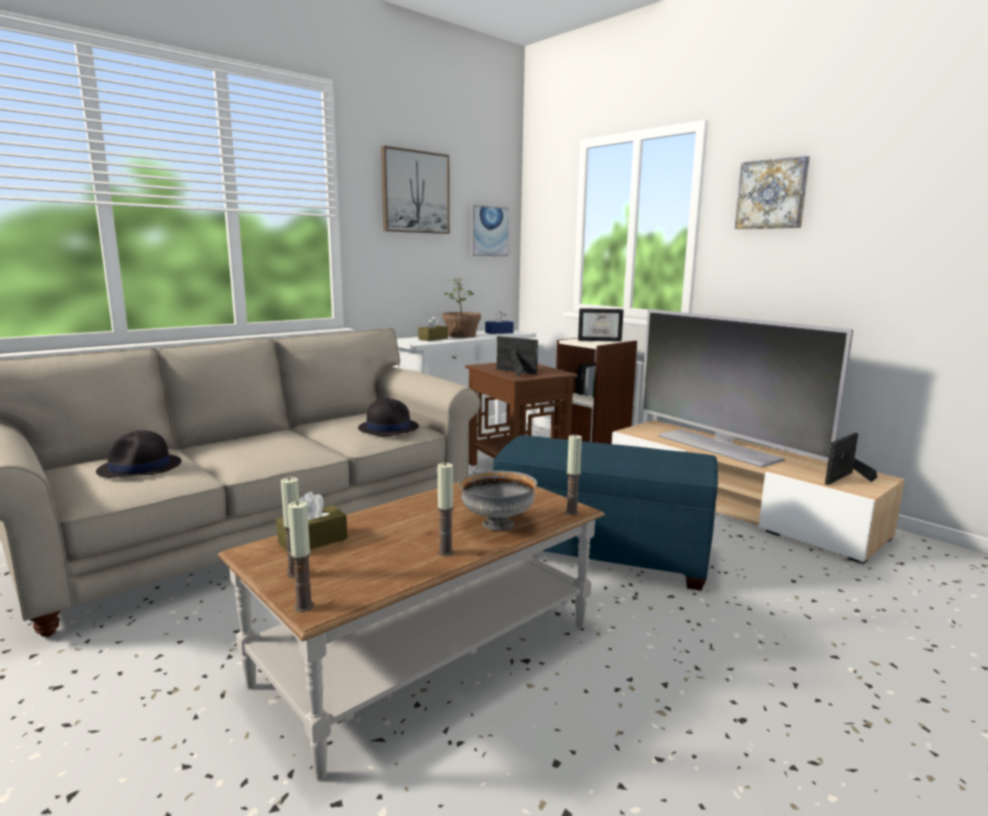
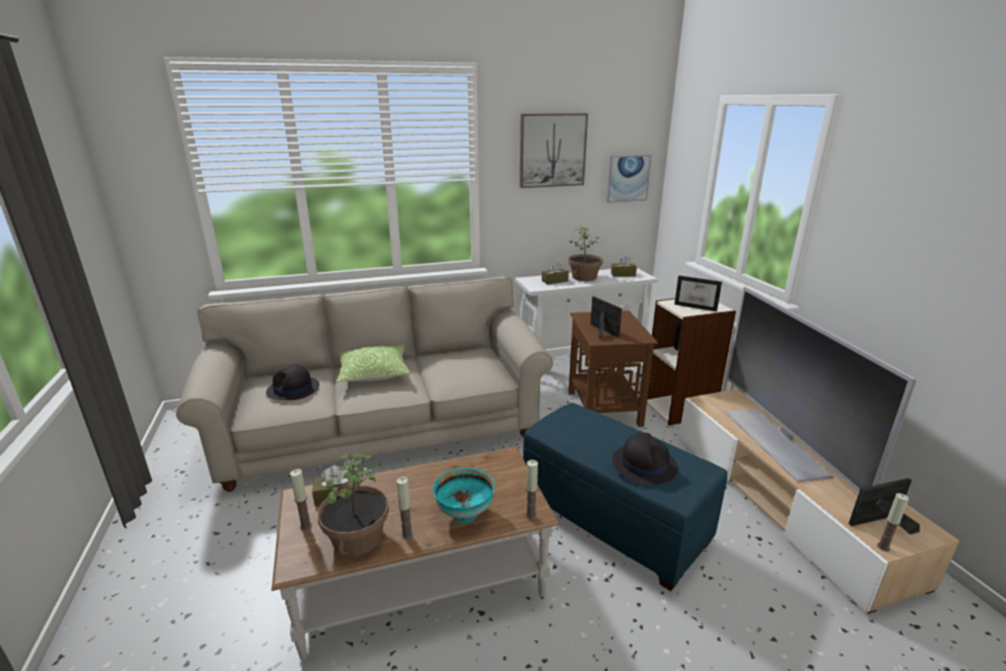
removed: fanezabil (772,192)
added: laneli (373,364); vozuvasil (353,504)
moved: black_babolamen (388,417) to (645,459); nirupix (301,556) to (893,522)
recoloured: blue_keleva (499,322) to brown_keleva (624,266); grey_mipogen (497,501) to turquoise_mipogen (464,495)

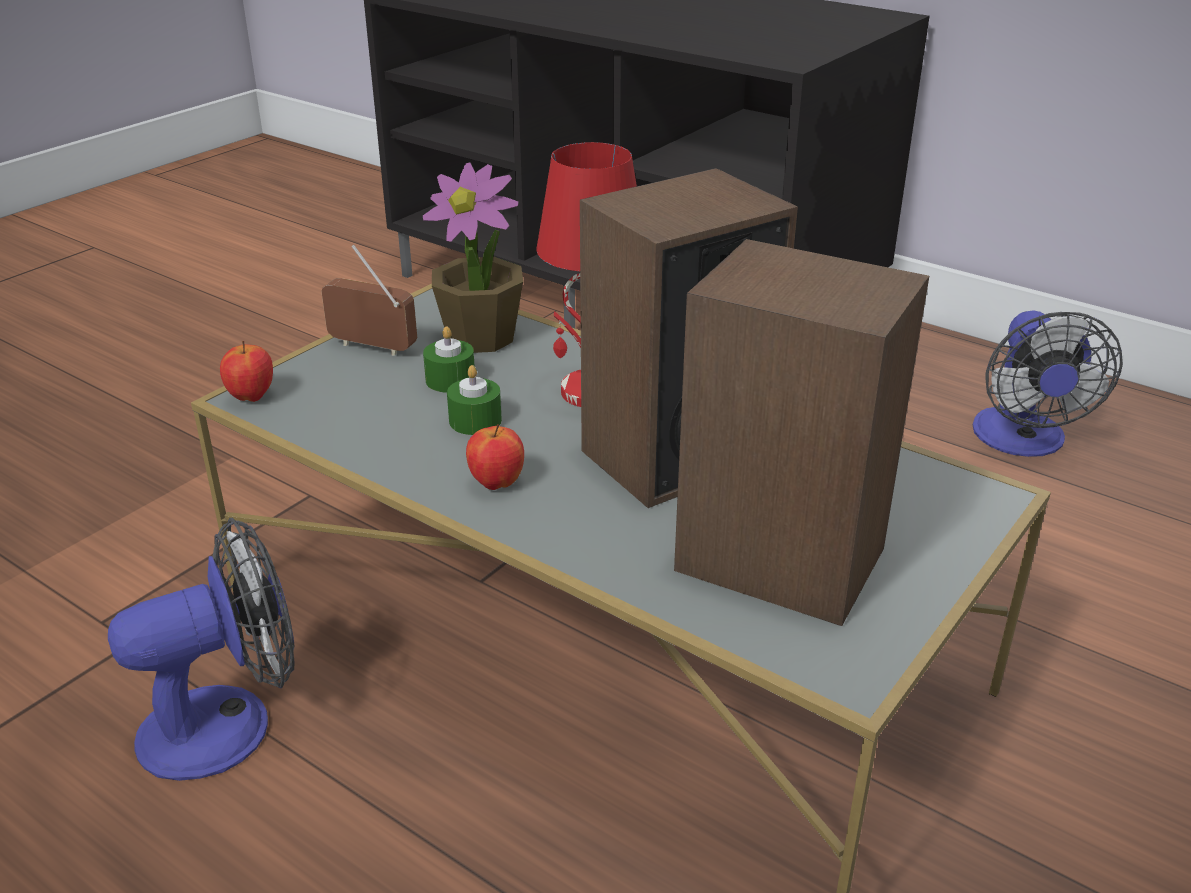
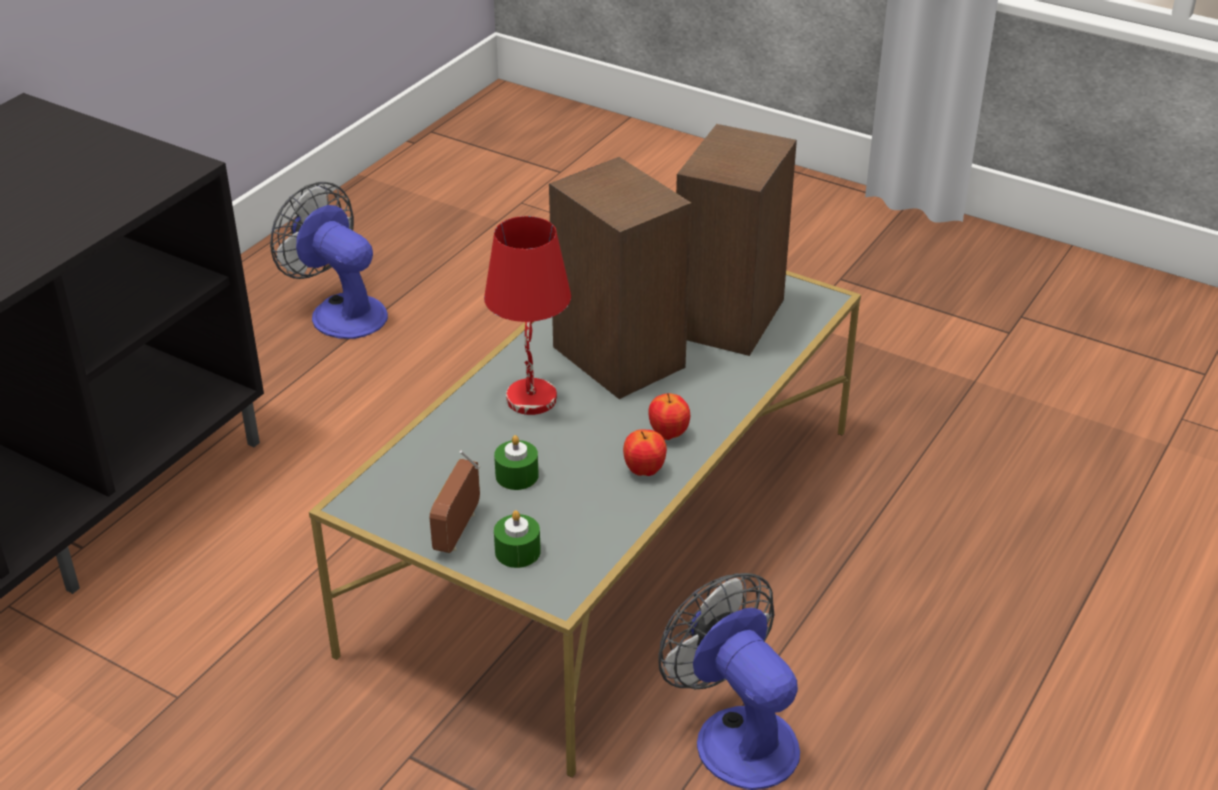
removed: vozuvasil (473,258)
moved: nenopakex (246,371) to (645,452); green_nirupix (474,400) to (517,539)
turned: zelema (1048,383) = (329,260) 135 degrees counterclockwise

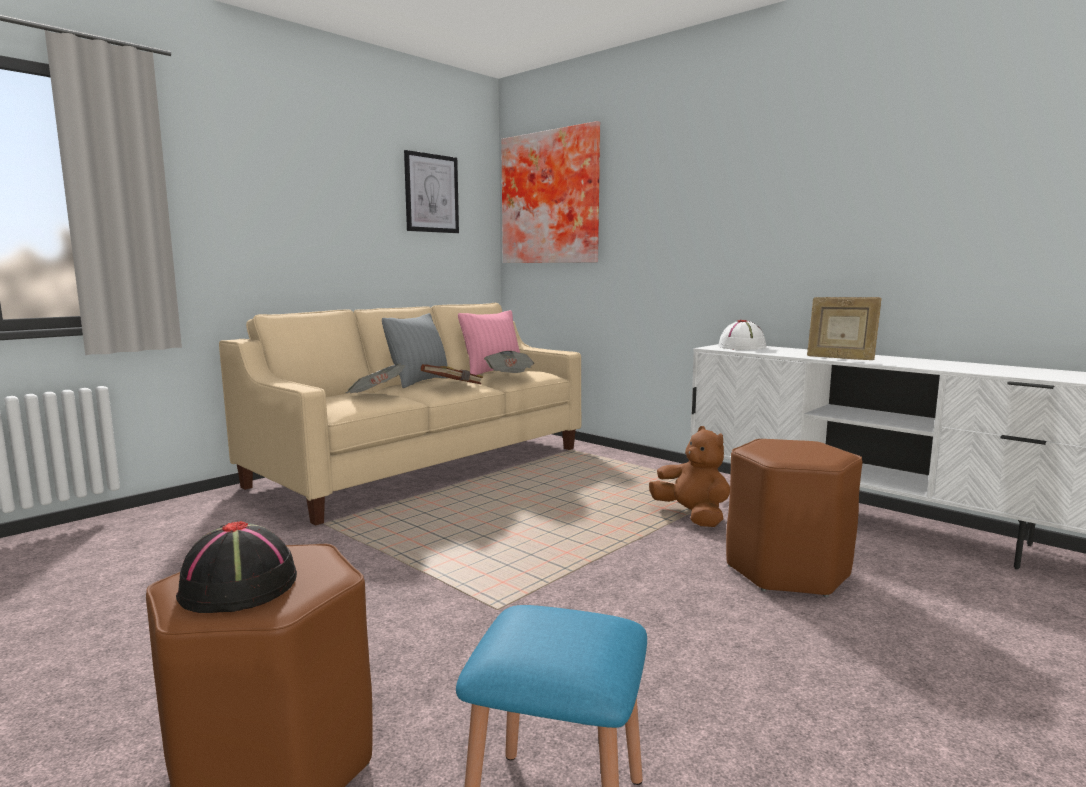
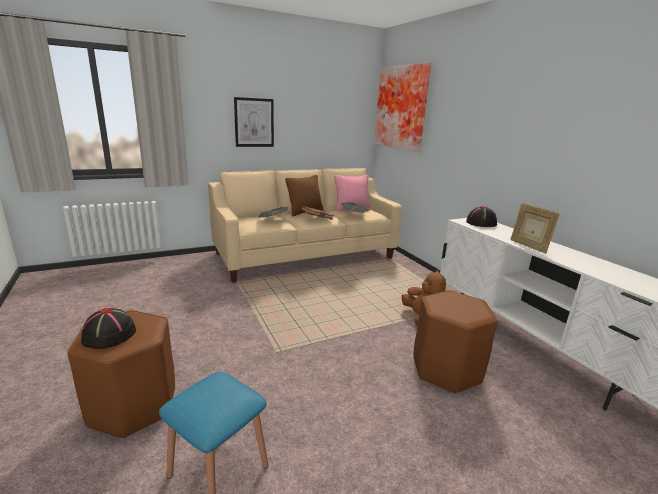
moved: fanezabil (431,191) to (254,122)
recoloured: grey_laneli (415,350) to brown_laneli (304,195); white_babolamen (742,334) to black_babolamen (481,216)

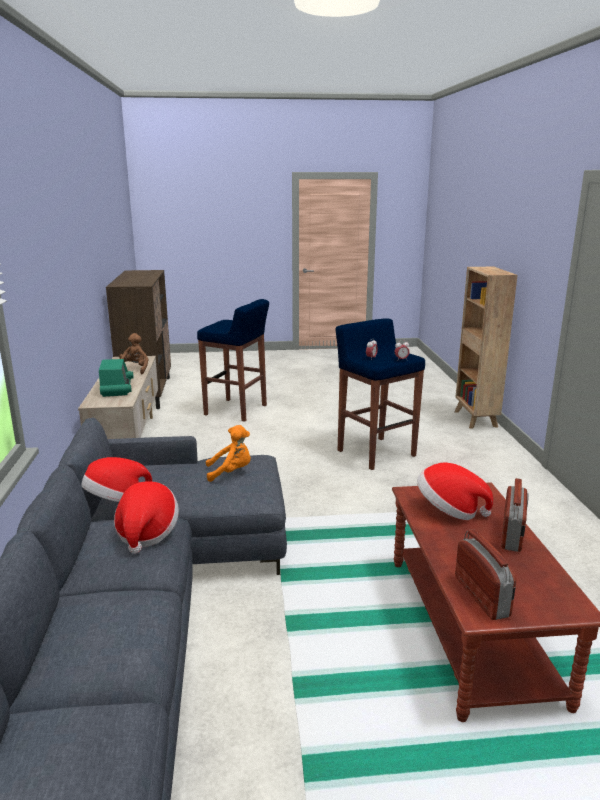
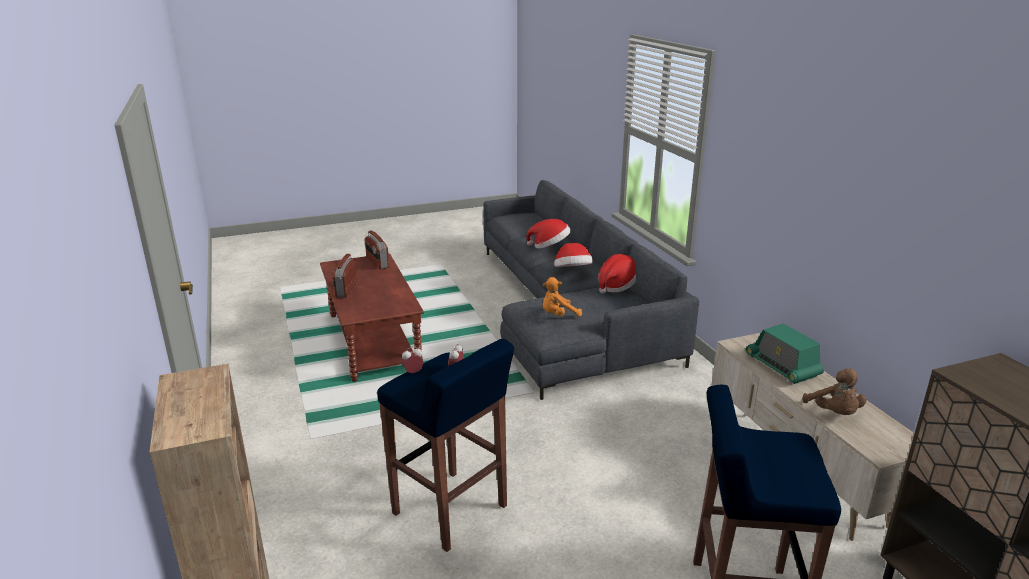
moved: babolamen (455,491) to (548,234)

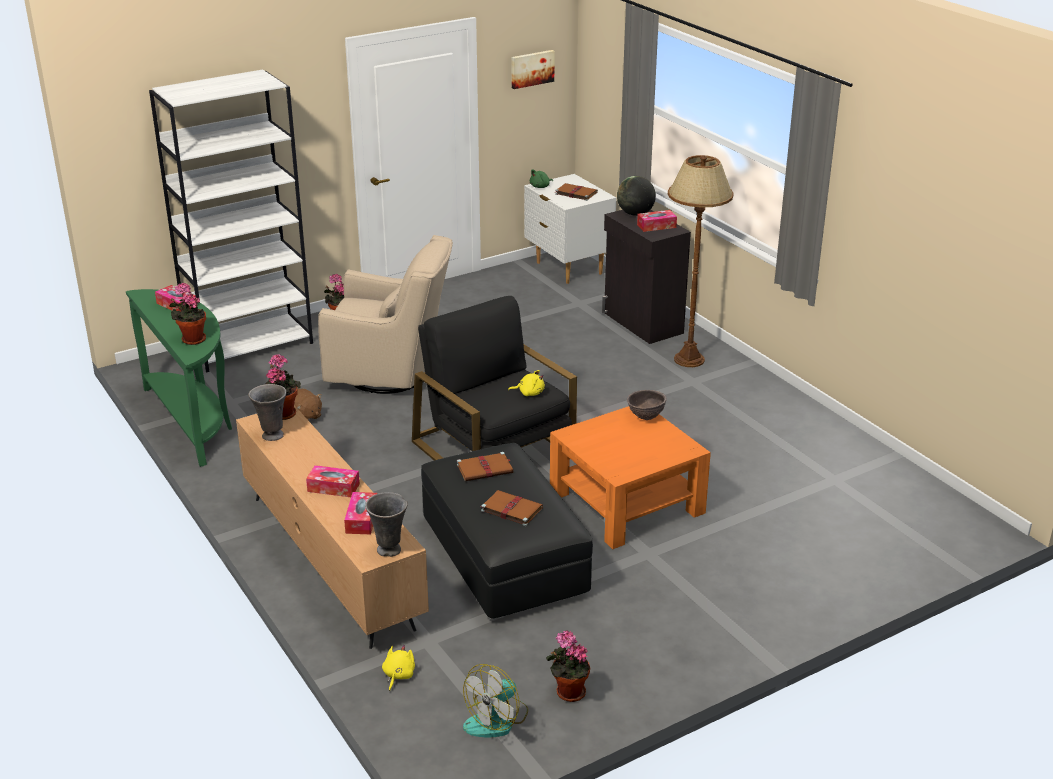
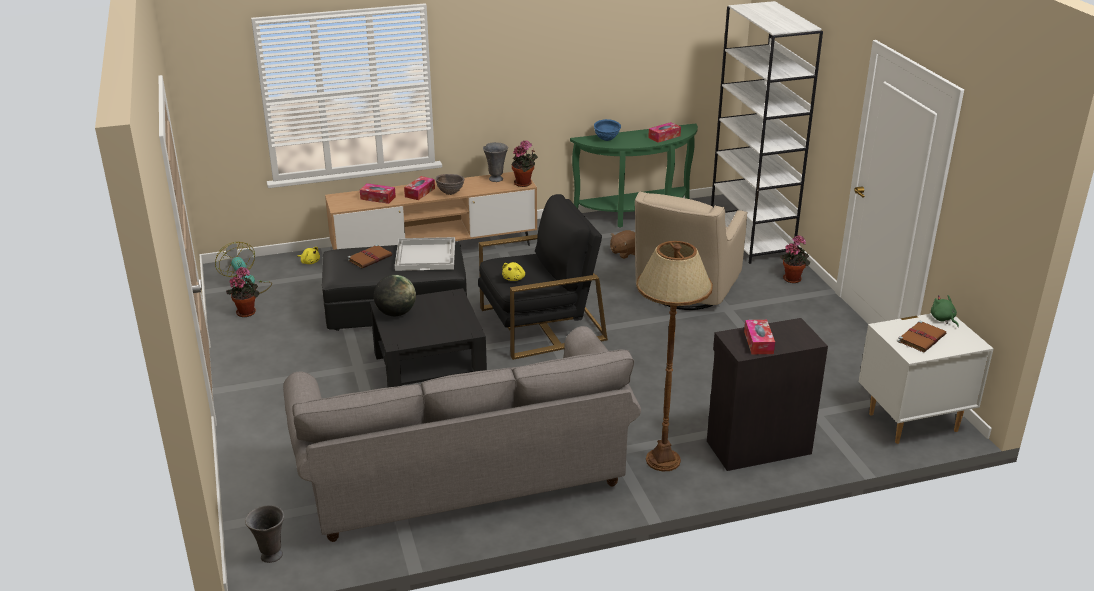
removed: fanezabil (533,69)
added: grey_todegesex (462,434)
moved: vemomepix (636,196) to (395,295); brown_mipogen (647,405) to (450,184); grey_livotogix (386,524) to (264,534)
replaced: vozuvasil (187,314) to blue_mipogen (607,130); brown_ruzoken (485,466) to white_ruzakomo (425,254)
recoloured: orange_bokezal (630,477) to black_bokezal (428,337)

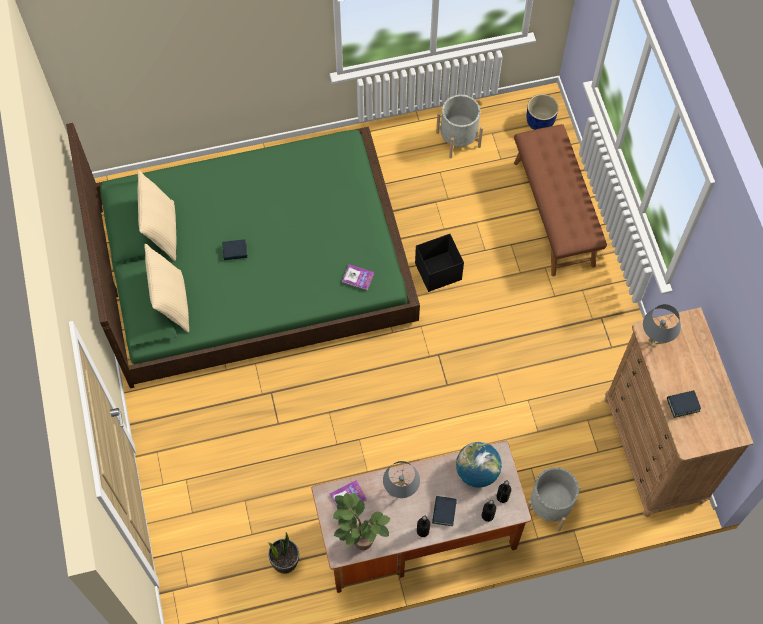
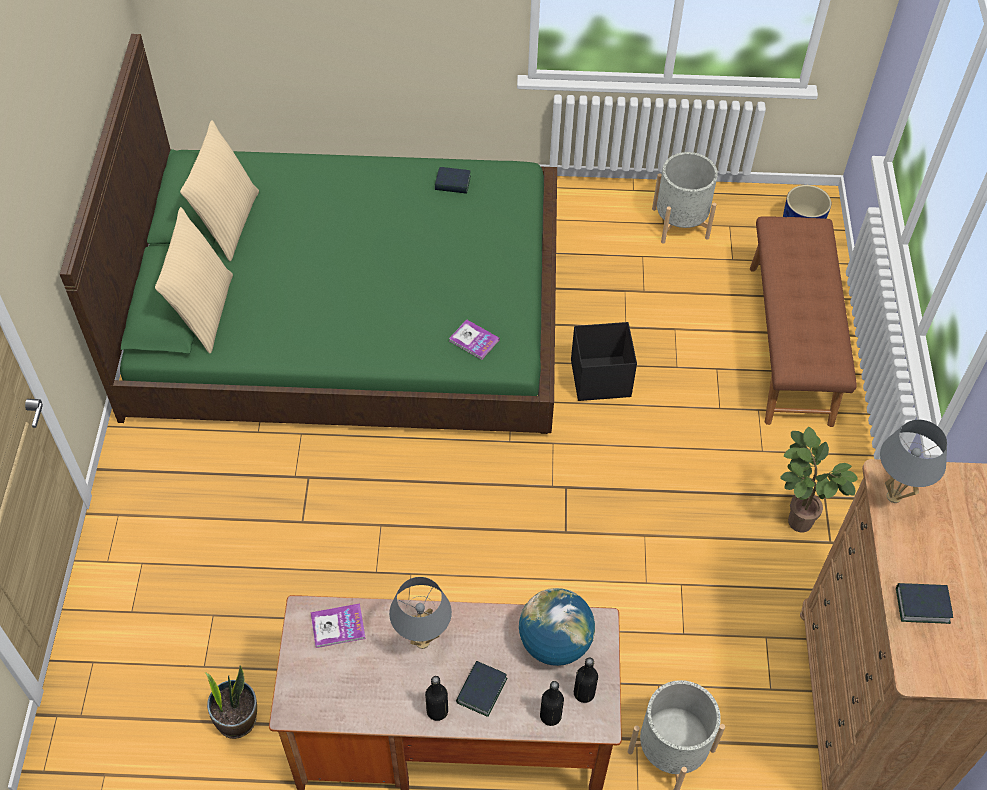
moved: ruzoken (235,249) to (453,180); vozuvasil (361,521) to (819,479)

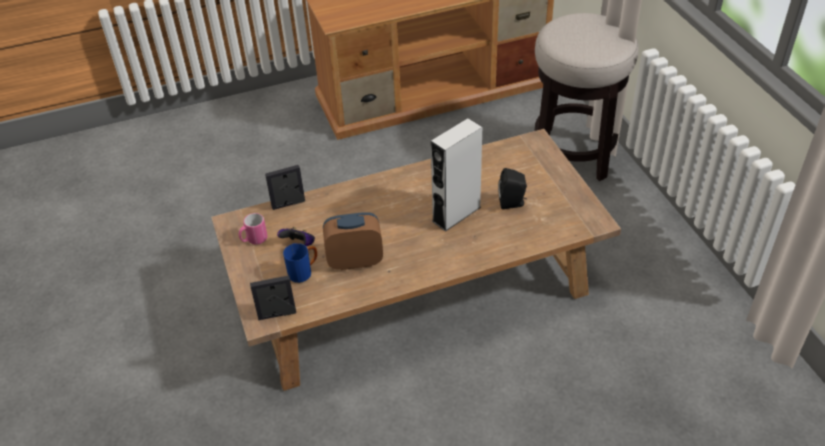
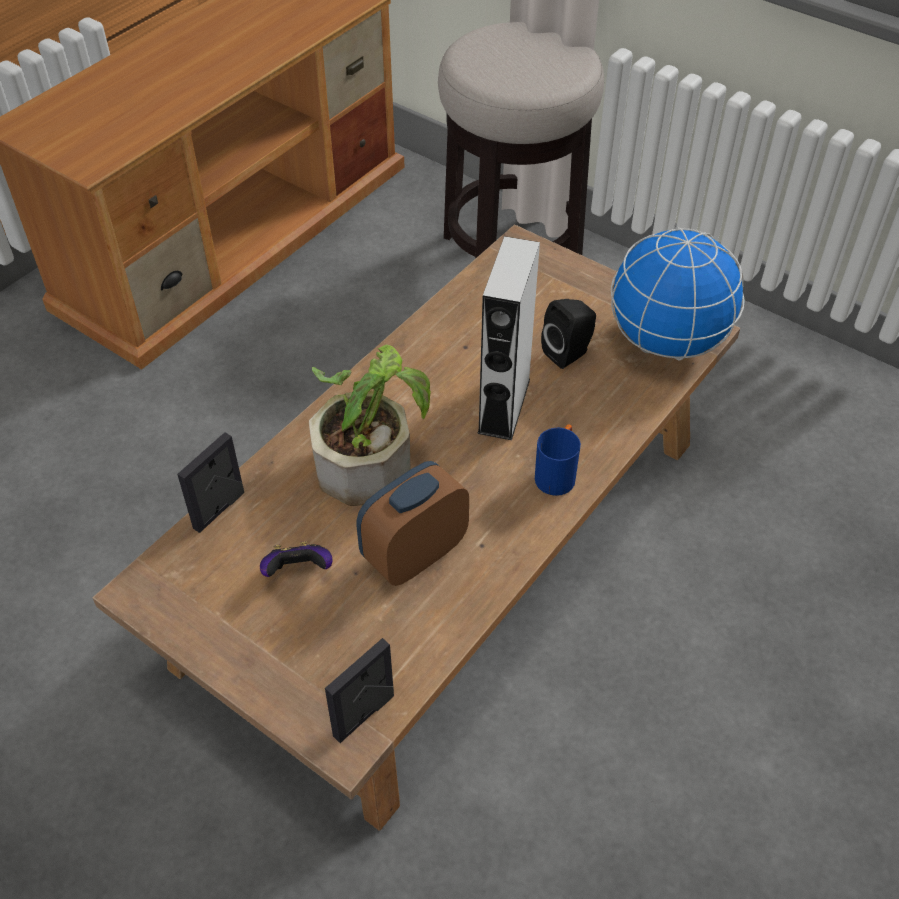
removed: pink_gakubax (253,229)
added: vemomepix (677,294); vozuvasil (370,425)
moved: blue_gakubax (300,263) to (558,460)

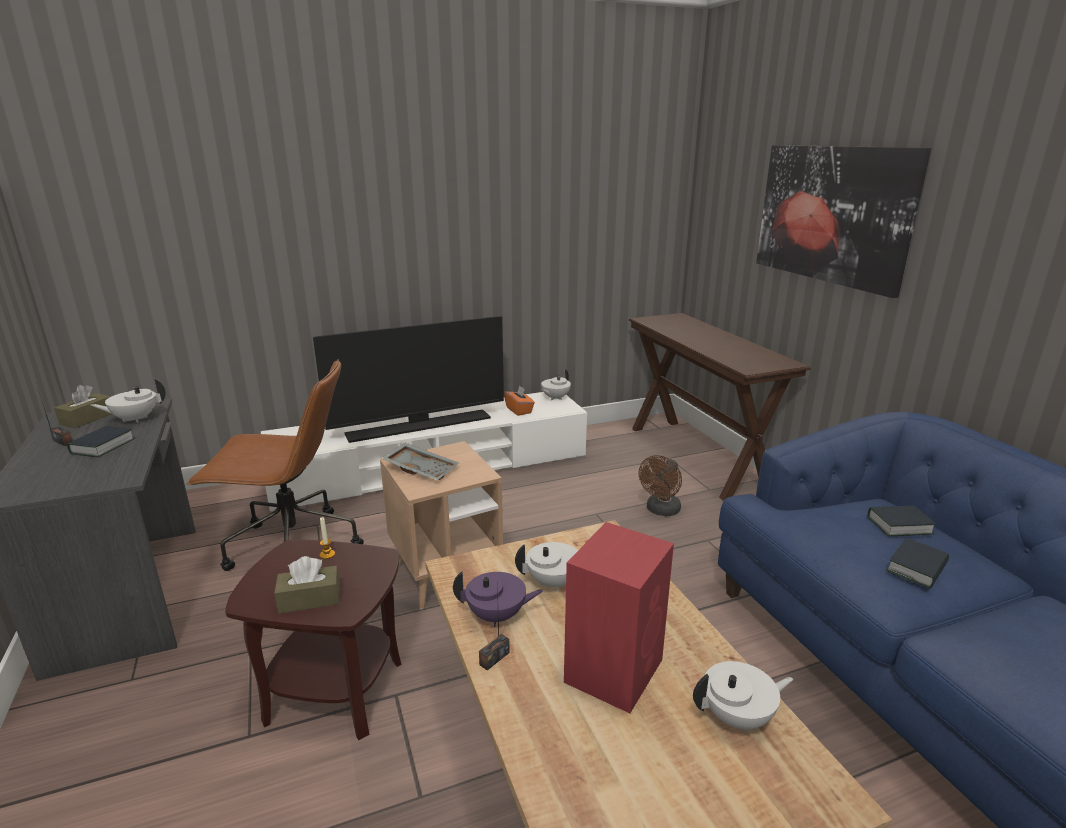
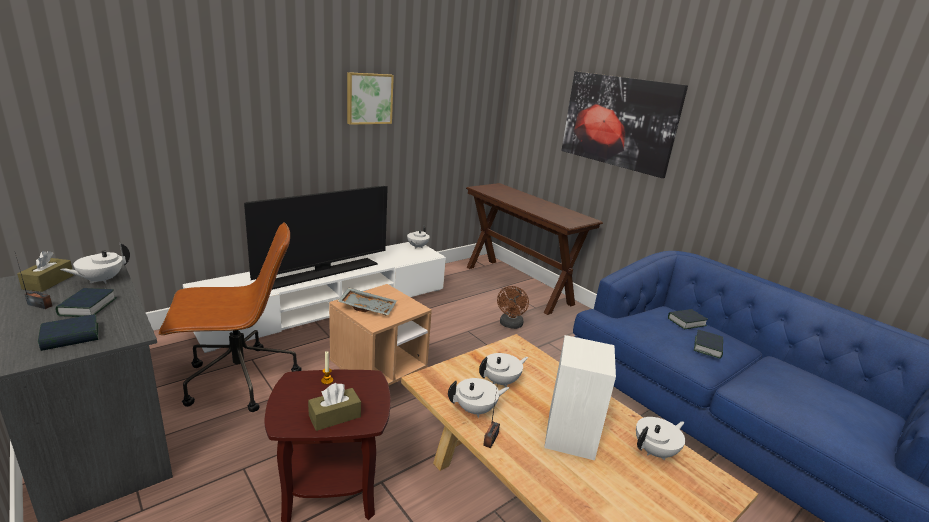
removed: orange_keleva (519,400)
added: fanezabil (370,98); ruzoken (68,332)
recoloured: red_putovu (619,617) to white_putovu (580,398); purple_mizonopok (498,599) to white_mizonopok (478,398)

